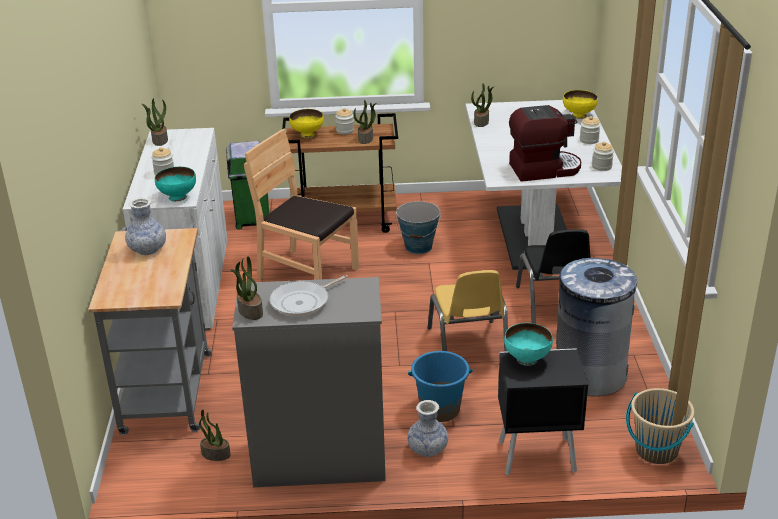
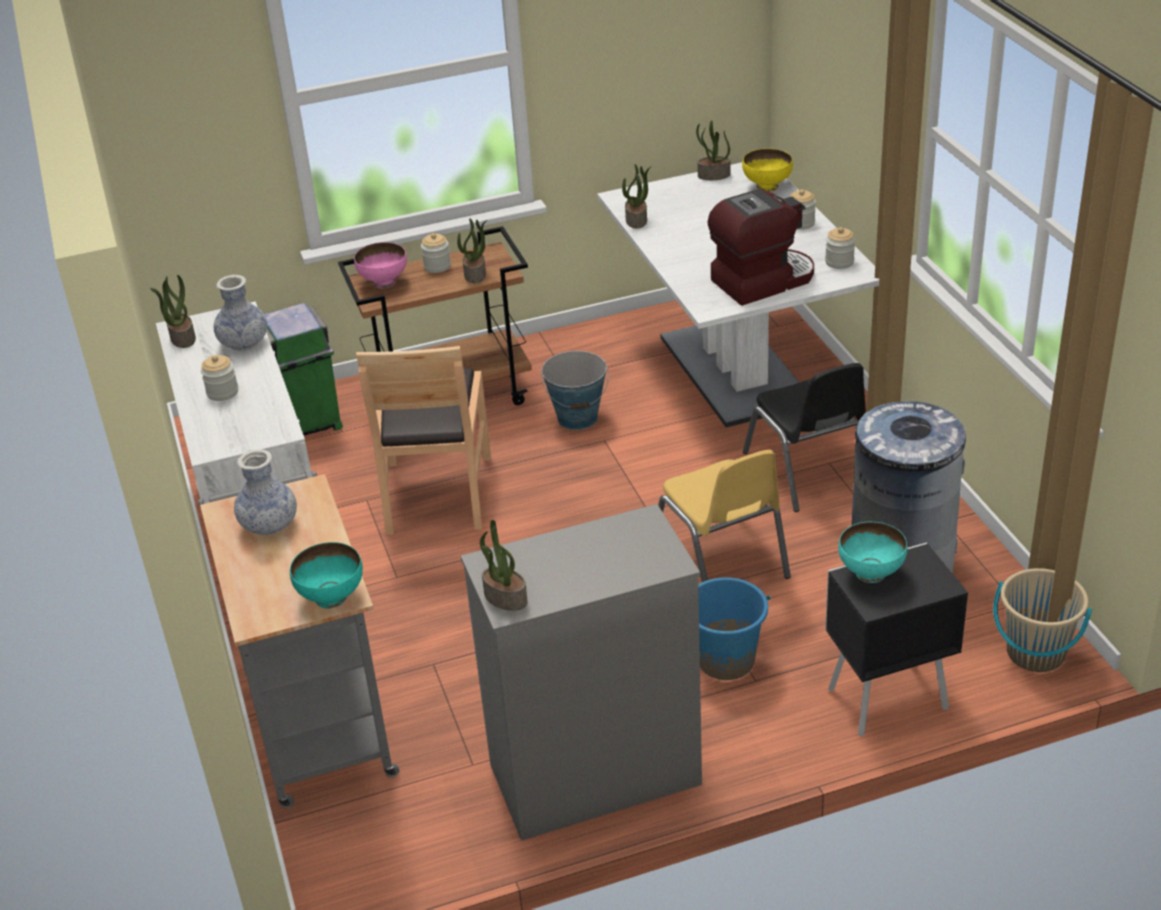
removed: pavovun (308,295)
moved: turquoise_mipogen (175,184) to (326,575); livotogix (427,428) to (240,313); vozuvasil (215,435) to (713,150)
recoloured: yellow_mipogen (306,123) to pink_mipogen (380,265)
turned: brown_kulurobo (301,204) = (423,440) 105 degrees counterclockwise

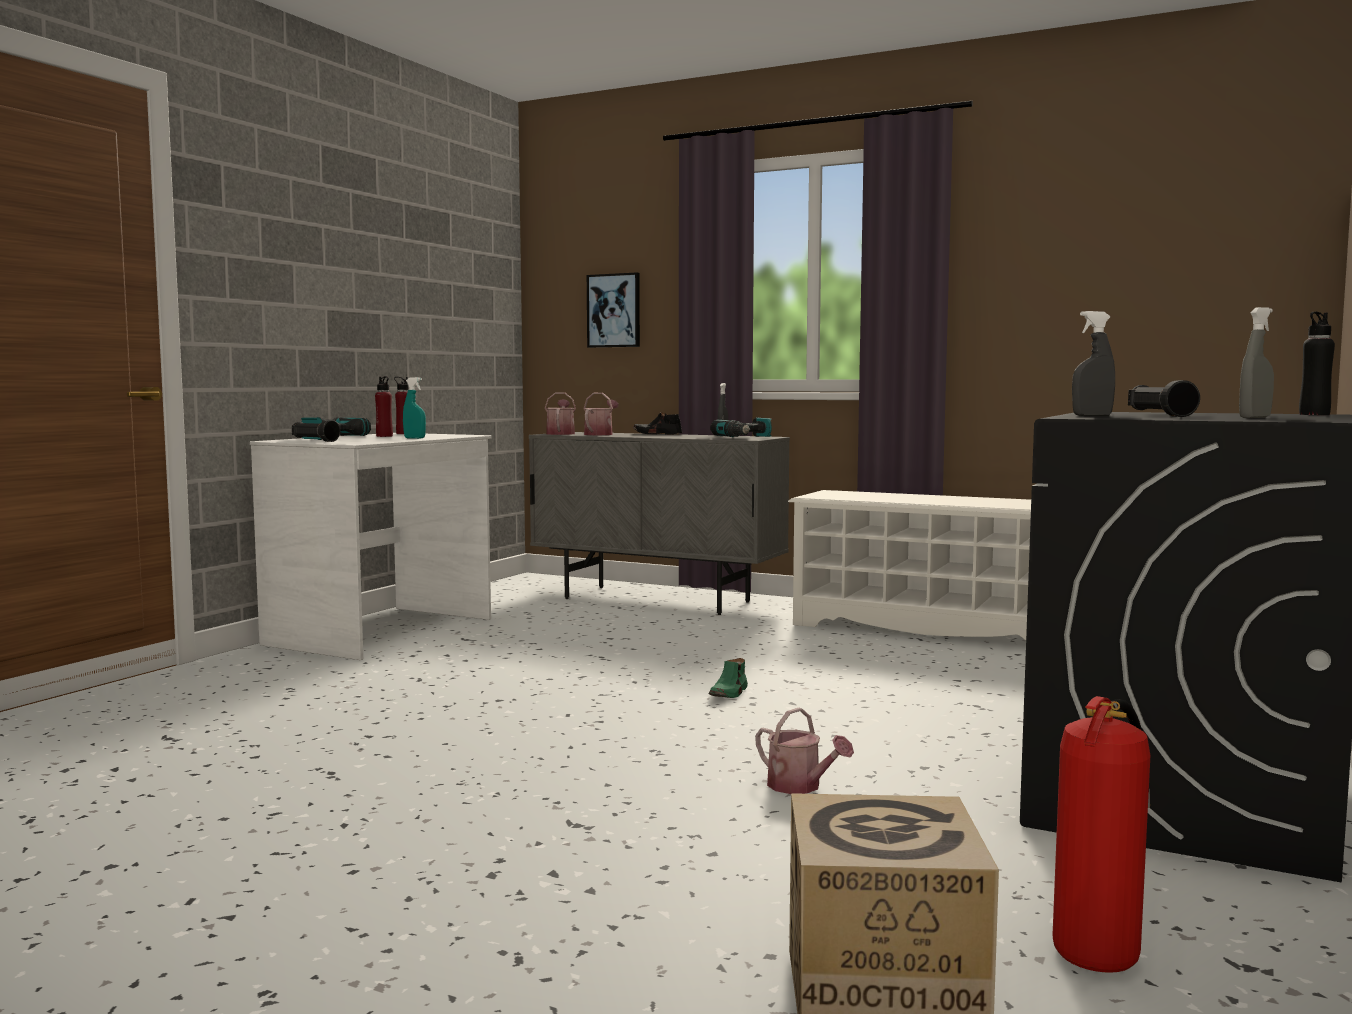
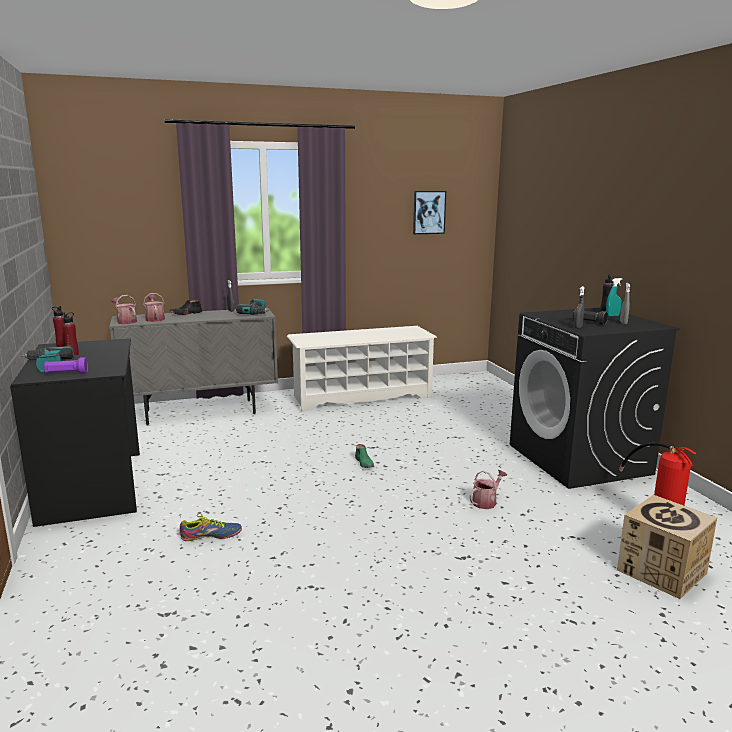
added: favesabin (211,527)
moved: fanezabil (613,310) to (429,212); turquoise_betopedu (414,408) to (614,297)
recoloured: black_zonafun (316,431) to purple_zonafun (66,365); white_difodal (371,546) to black_difodal (75,432)
turned: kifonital (804,751) = (488,489) 45 degrees counterclockwise

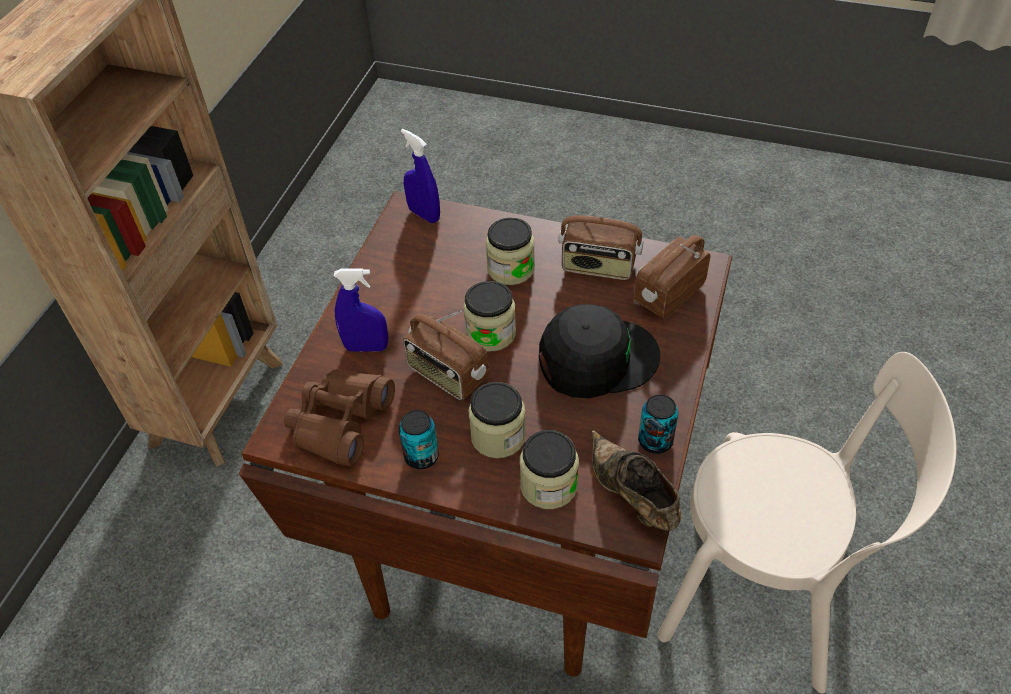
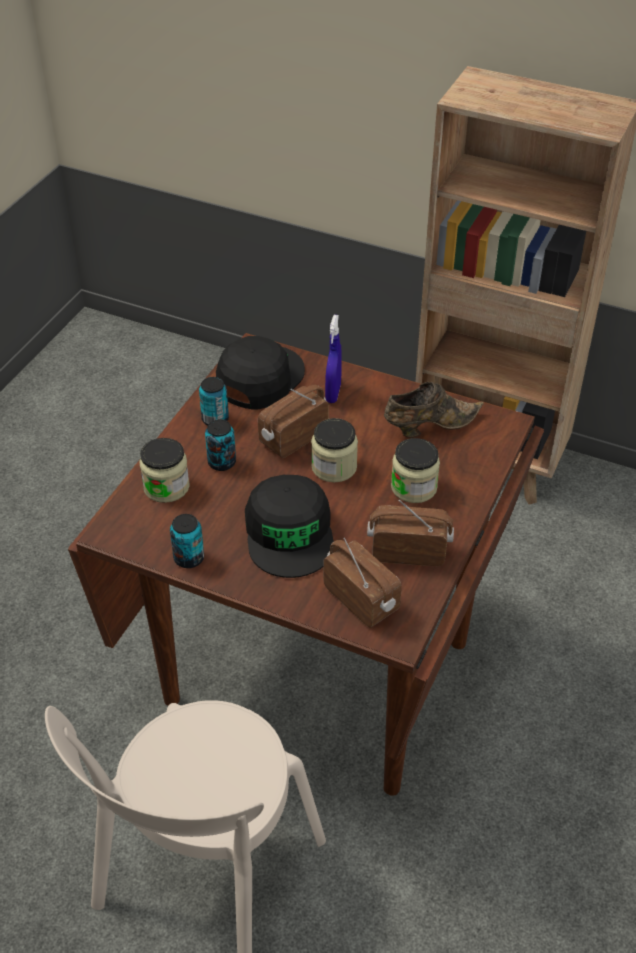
removed: blue_betopedu (420,176)
moved: brown_favesabin (636,480) to (434,410)
replaced: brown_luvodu (339,418) to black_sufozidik (260,373); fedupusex (497,420) to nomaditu (220,445)
turned: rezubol (600,237) = (410,533) 75 degrees clockwise

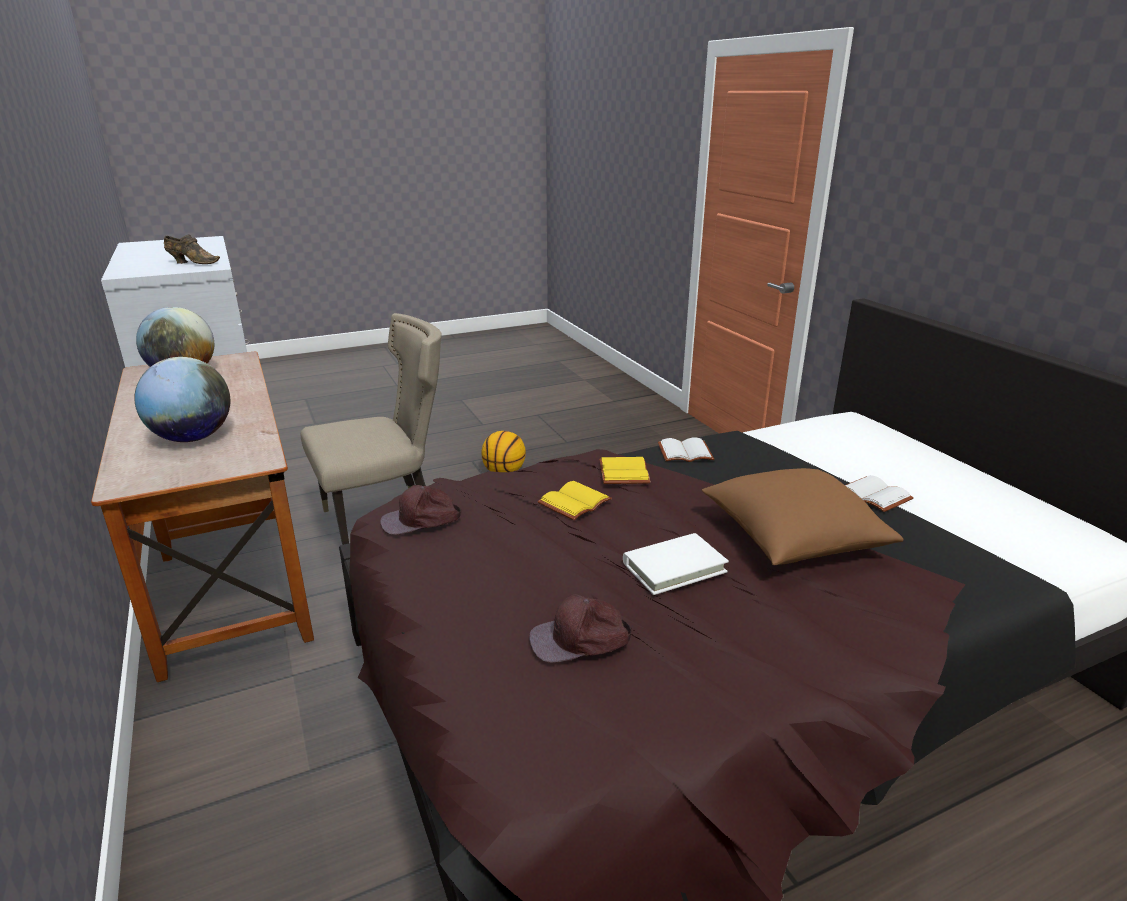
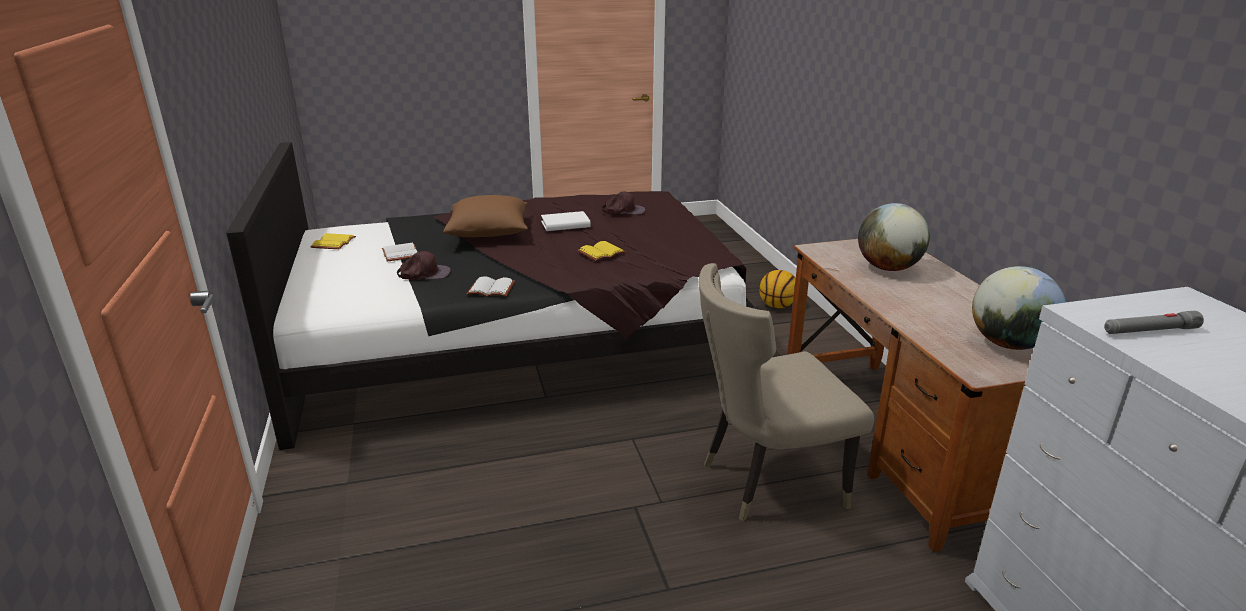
moved: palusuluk (503,451) to (777,289); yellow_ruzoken (624,470) to (333,241); brown_sufozidik (420,510) to (424,265)
replaced: brown_favesabin (192,249) to grey_zonafun (1154,322)

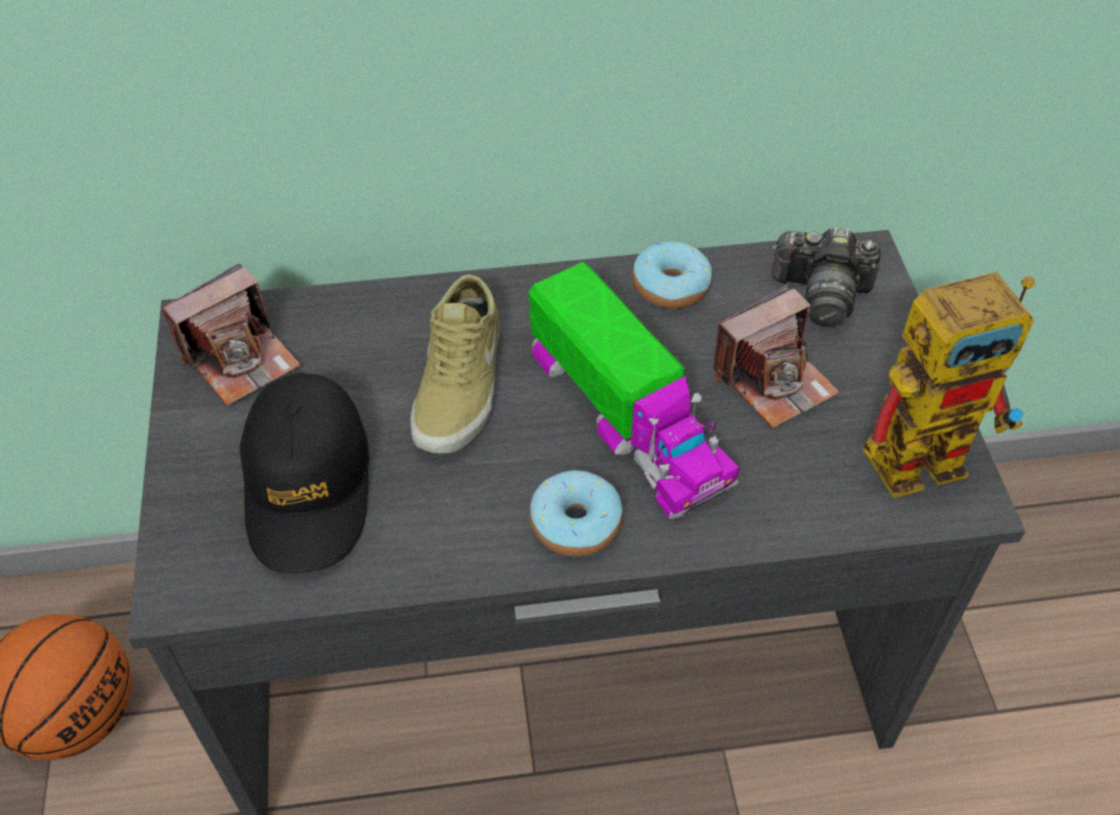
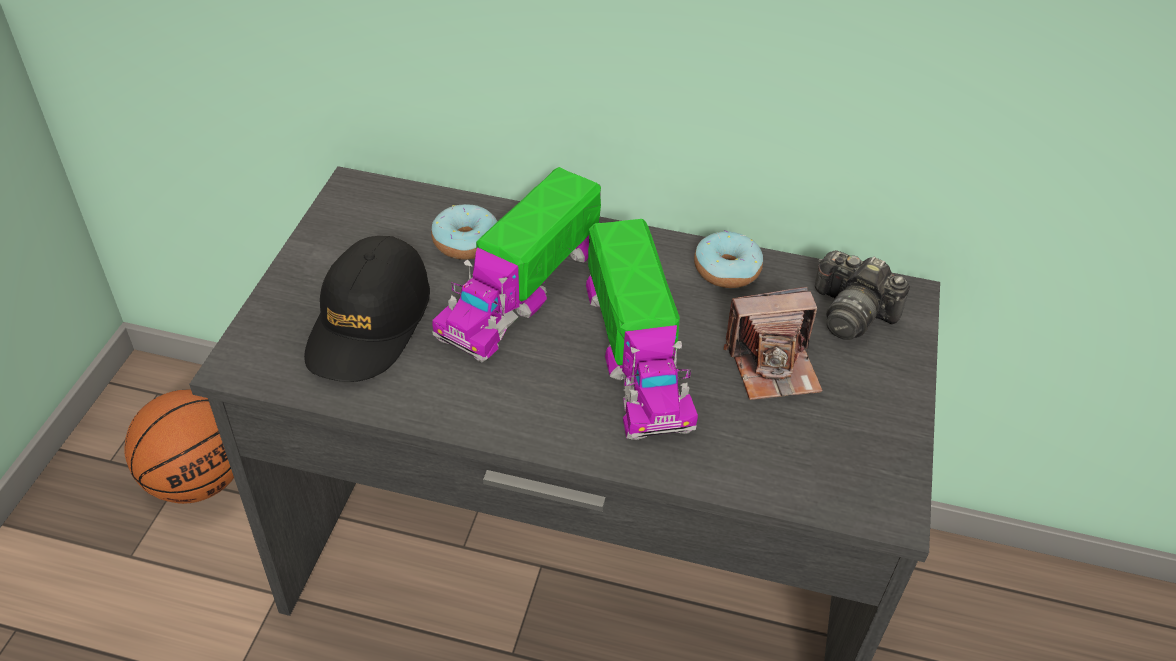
removed: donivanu (231,334); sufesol (949,385)
moved: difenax (576,513) to (464,232)
replaced: beige_favesabin (455,364) to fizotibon (516,265)

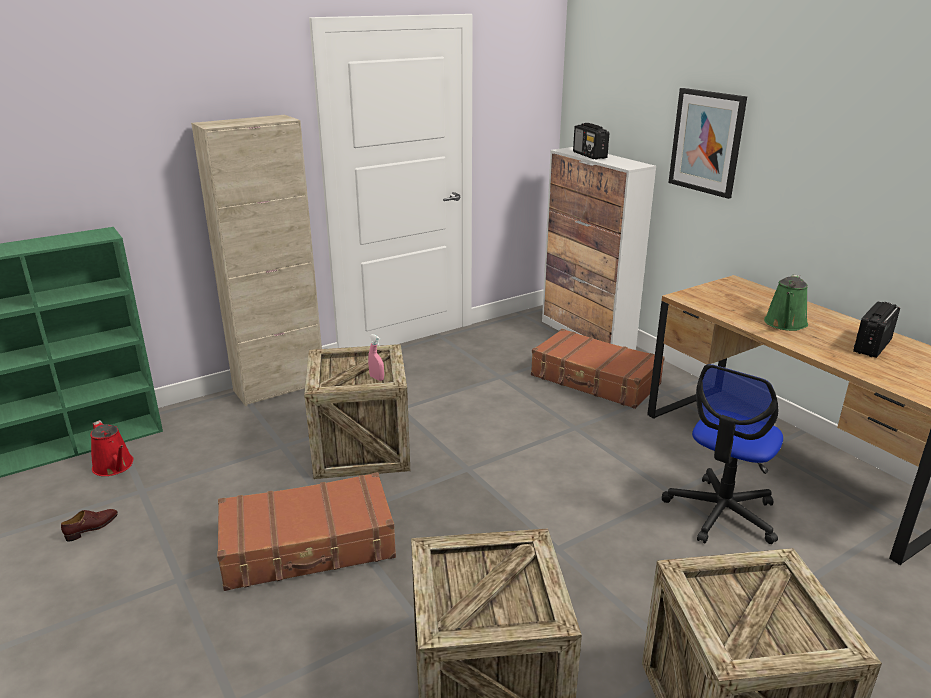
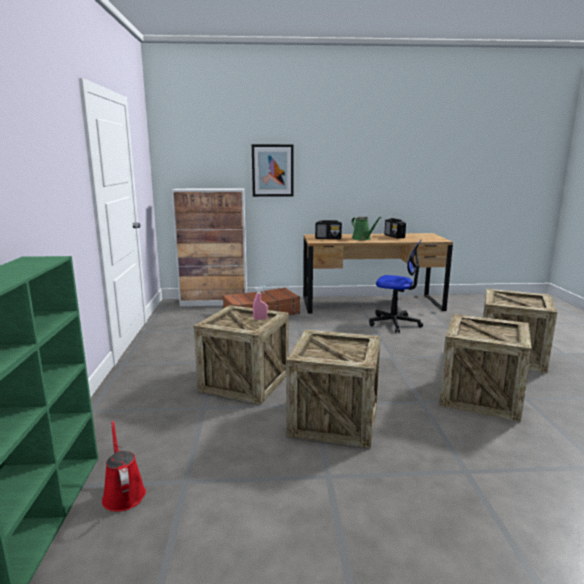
removed: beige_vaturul (256,260); brown_favesabin (89,525)
moved: rezubol (591,141) to (328,229)
replaced: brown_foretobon (306,531) to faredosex (333,389)
turned: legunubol (722,454) = (396,286) 45 degrees counterclockwise; red_kifonital (112,448) = (124,466) 105 degrees counterclockwise

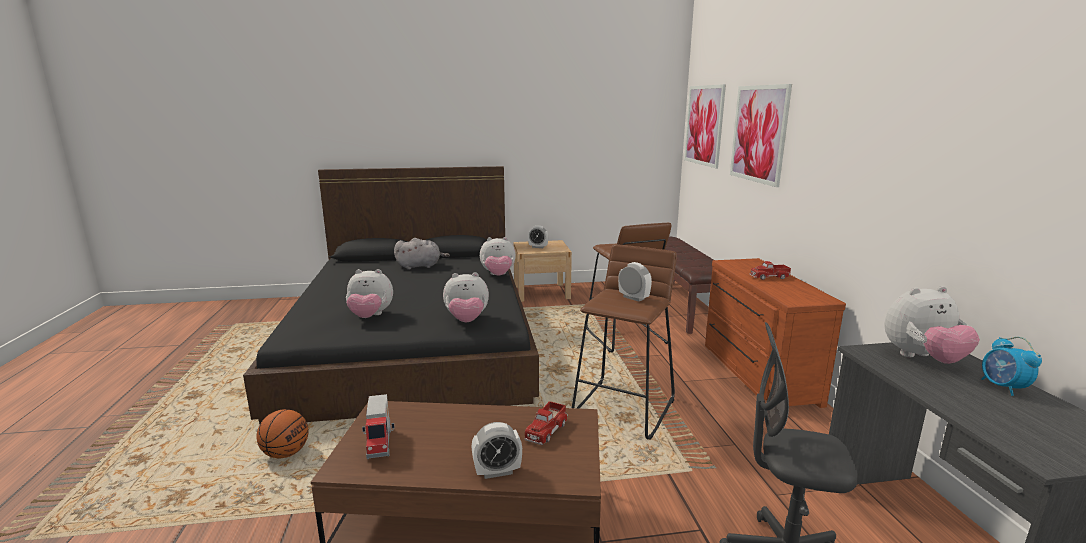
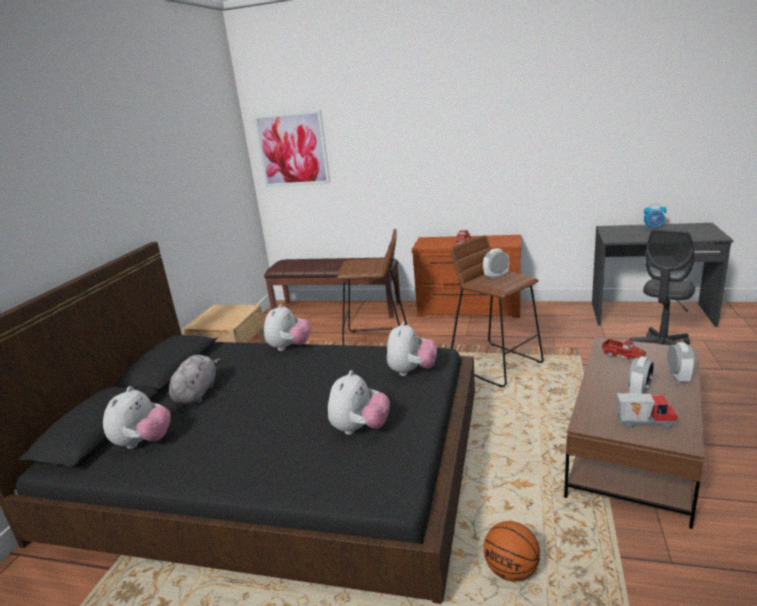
removed: fanezabil (761,135)
moved: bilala (538,237) to (641,374); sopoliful (932,325) to (137,417)

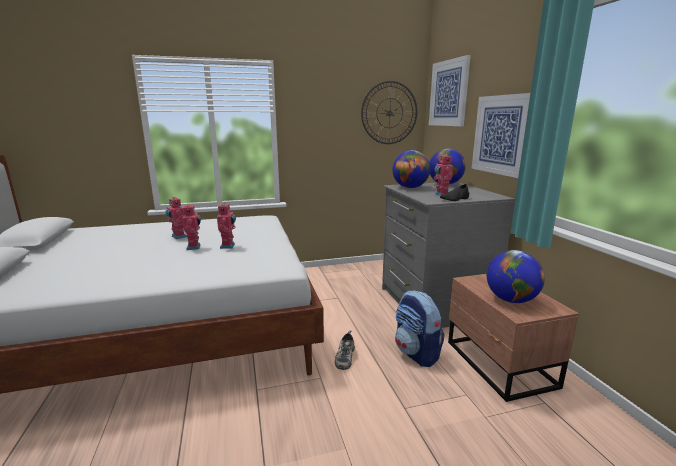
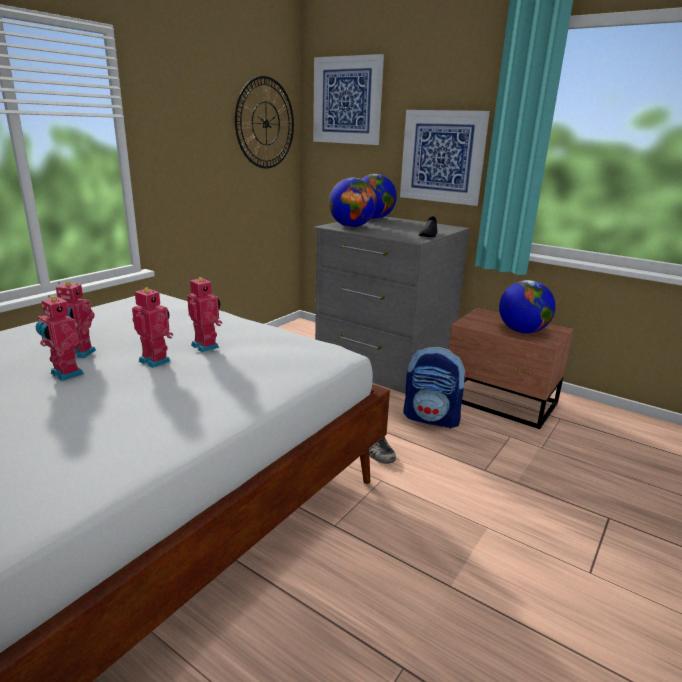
moved: sufesol (443,175) to (60,338)

